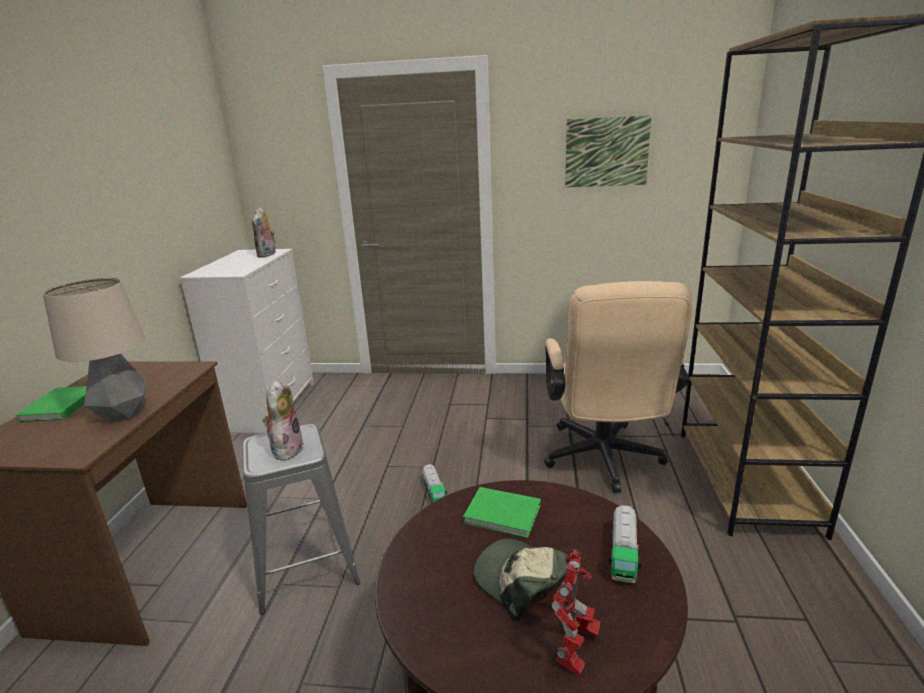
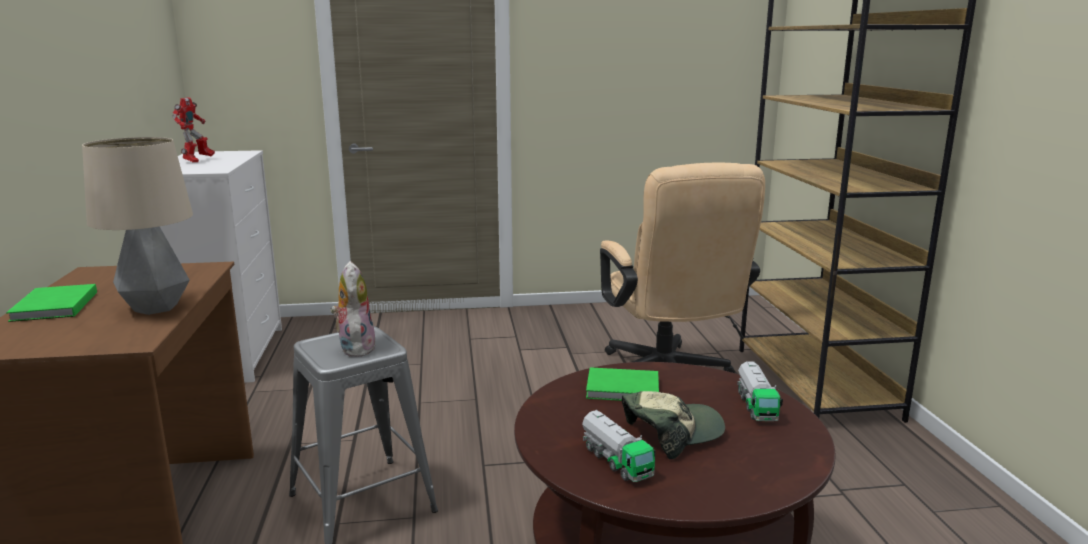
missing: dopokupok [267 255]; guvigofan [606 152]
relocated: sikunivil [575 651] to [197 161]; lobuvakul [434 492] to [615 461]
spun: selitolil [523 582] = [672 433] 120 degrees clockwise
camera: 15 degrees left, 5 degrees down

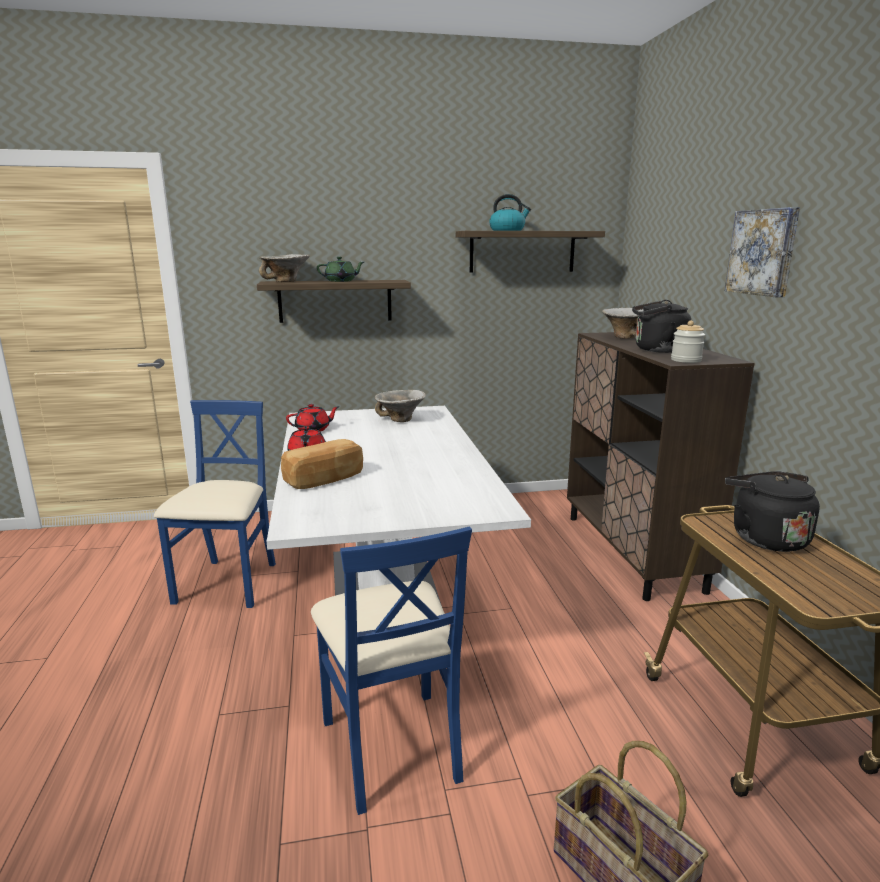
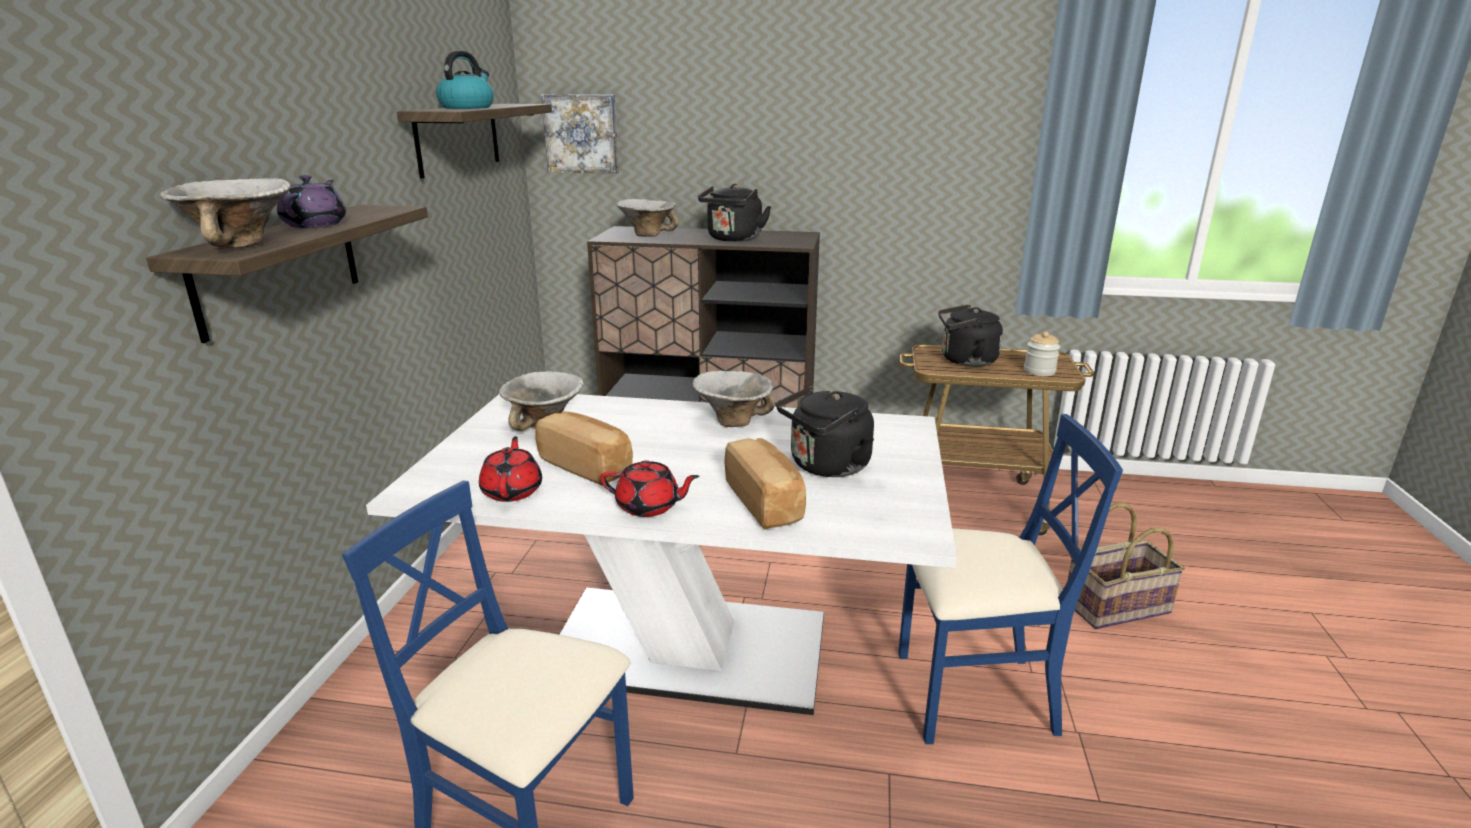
appeared: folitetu [586 466]; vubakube [733 421]; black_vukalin [826 467]
relocated: guvigofan [763 252] to [582 133]; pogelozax [686 360] to [1039 371]
colour: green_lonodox [341 281] to purple_lonodox [316 224]
camera: 70 degrees left, 5 degrees up

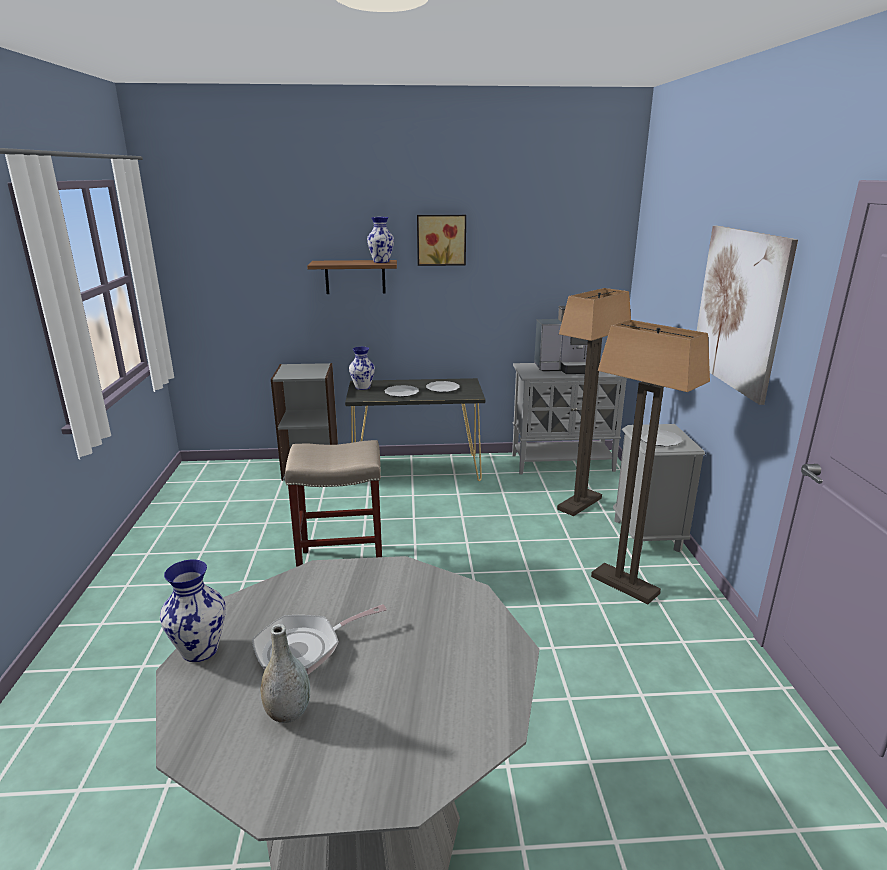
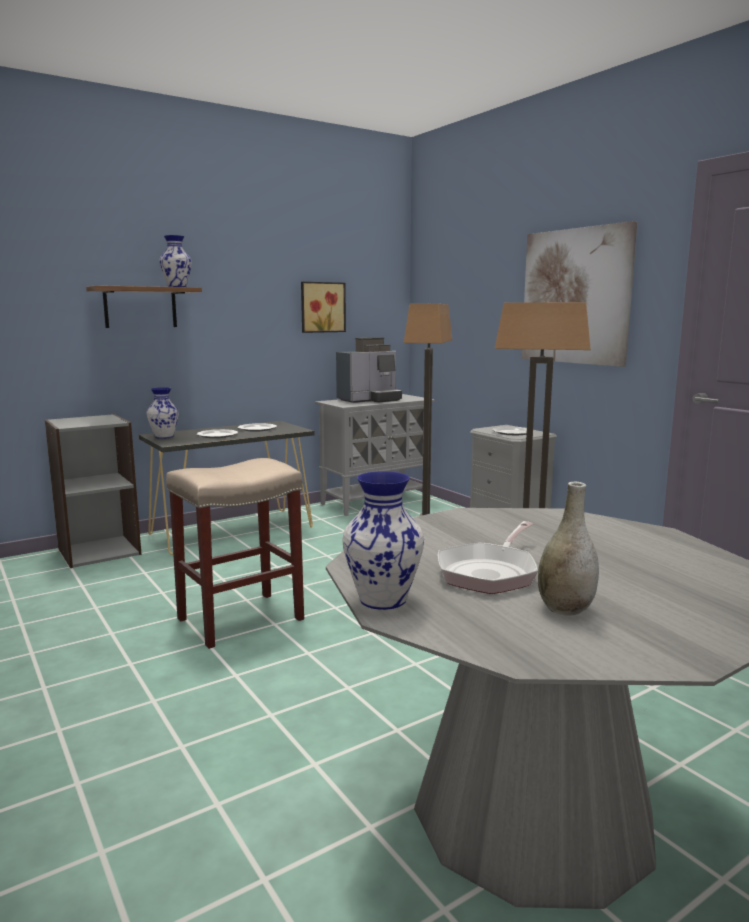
relocated: guvigofan [441 240] to [322 307]
camera: 30 degrees left, 10 degrees down

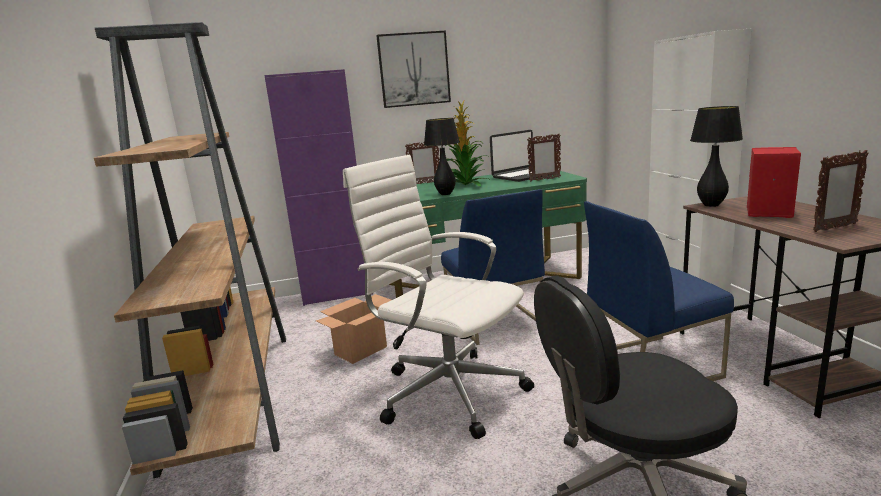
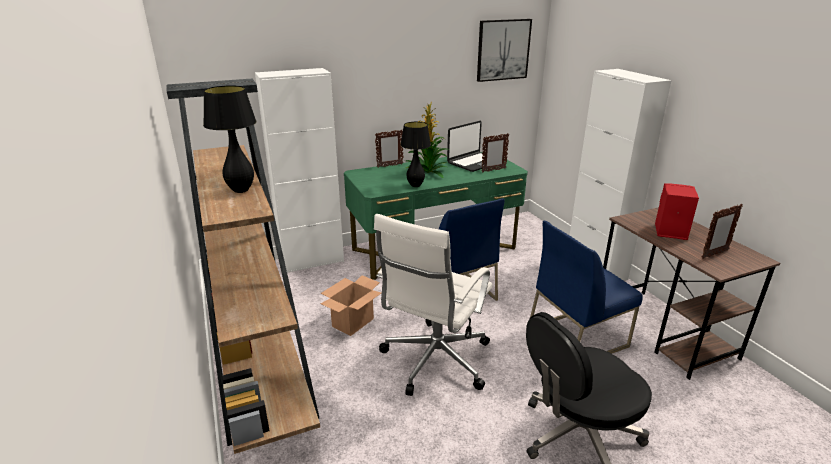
relocated: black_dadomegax [711 205] to [241 190]; guvigofan [414 69] to [503 50]
colour: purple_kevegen [337 294] to white_kevegen [312 261]
spun: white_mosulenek [448 391] = [434 361] 90 degrees counterclockwise
camera: 10 degrees left, 10 degrees up

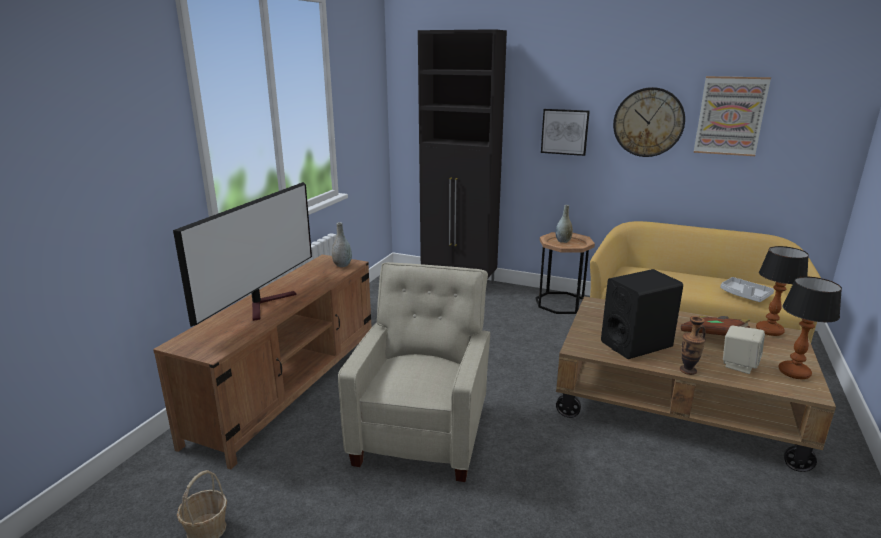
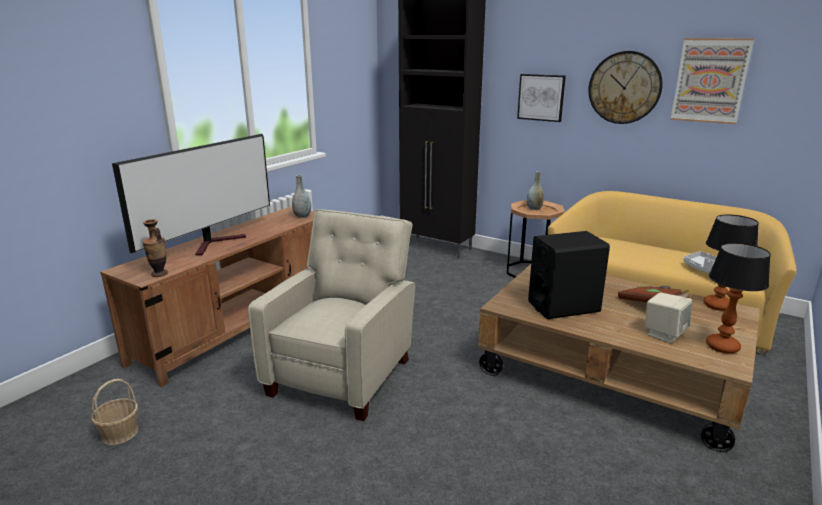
relocated: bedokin [687 370] to [159 274]
camera: 10 degrees right, 0 degrees up

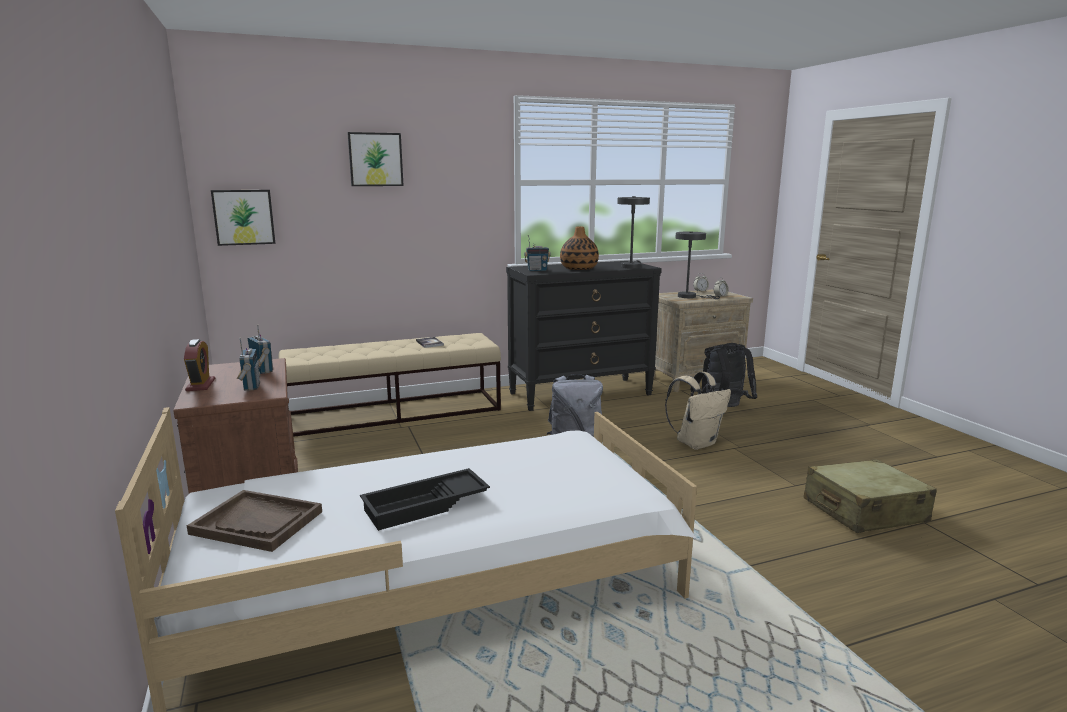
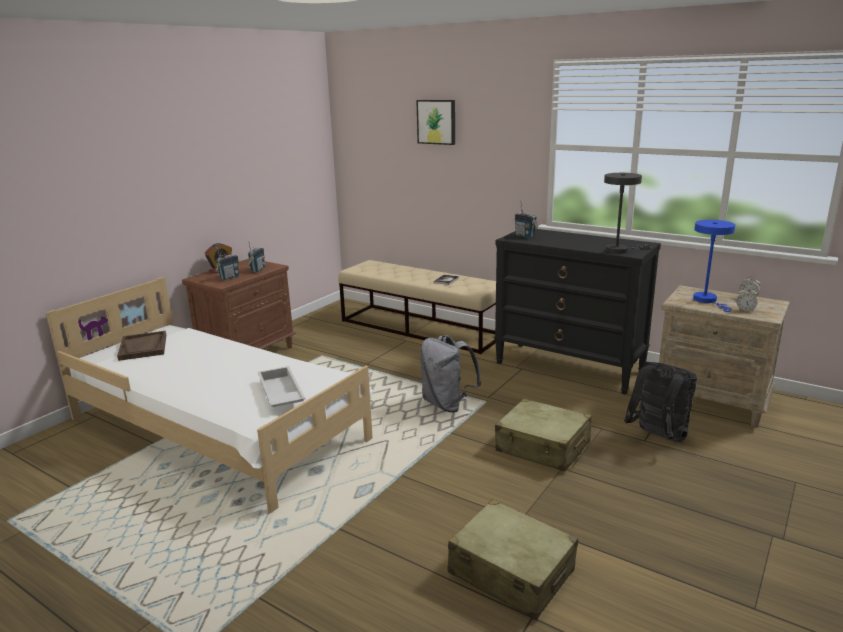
missing: guvigofan [244 217]; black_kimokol [425 506]; bedokin [578 268]
appeared: white_kimokol [280 394]
exchanged: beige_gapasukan [696 443] to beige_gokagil [543 447]
colour: grey_dadomegax [690 296] to blue_dadomegax [707 300]
camera: 55 degrees right, 5 degrees up

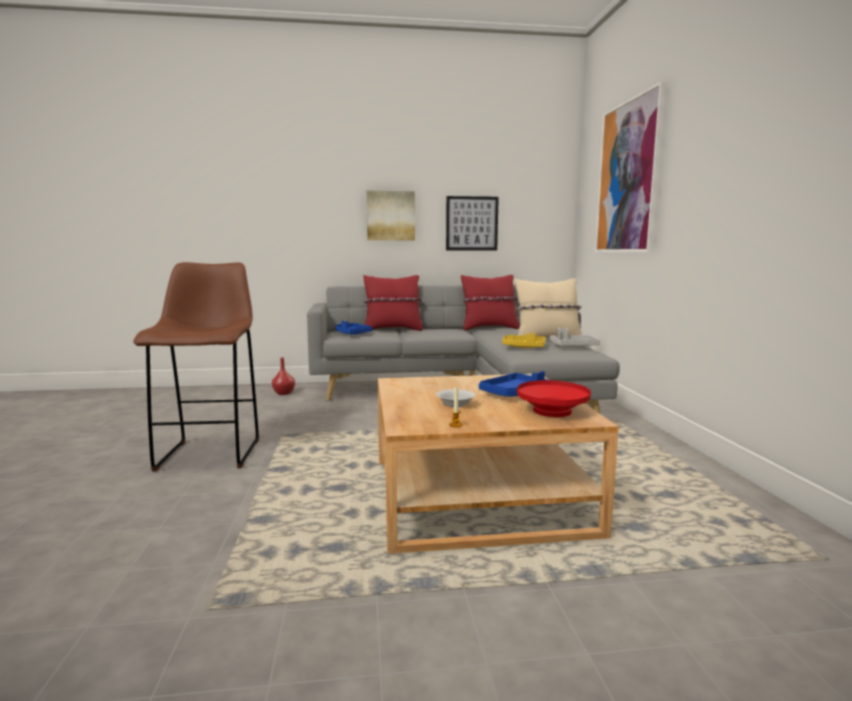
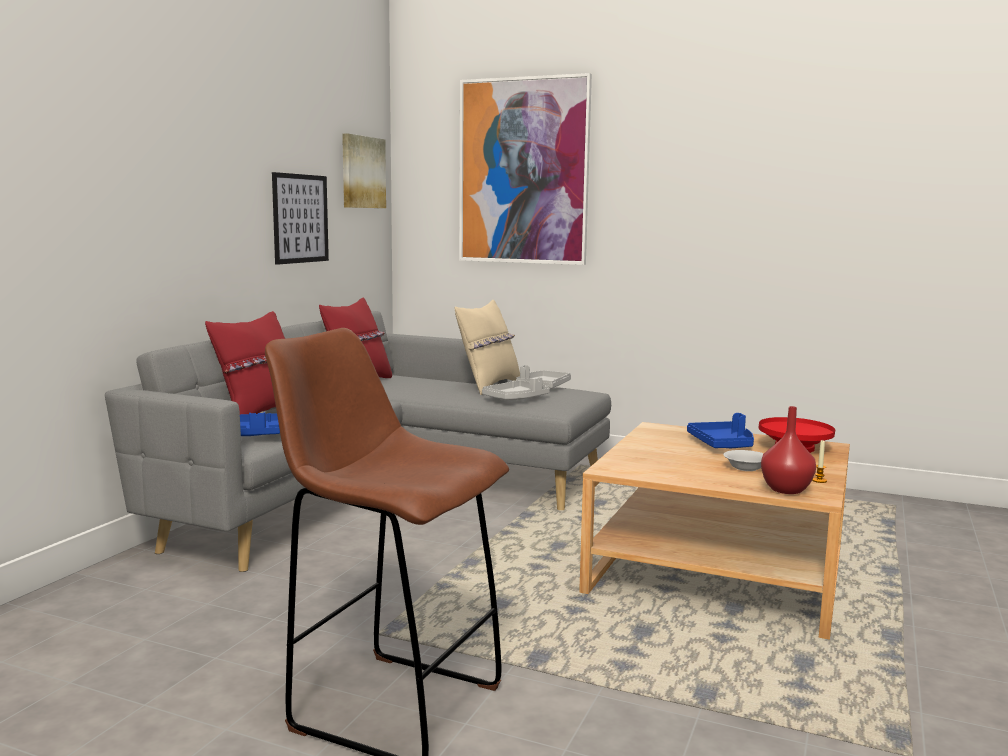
relocated: guvigofan [390 216] to [362 172]; red_bedokin [284 393] to [787 490]
colour: yellow_kimokol [524 347] to grey_kimokol [516 399]
camera: 60 degrees left, 0 degrees up

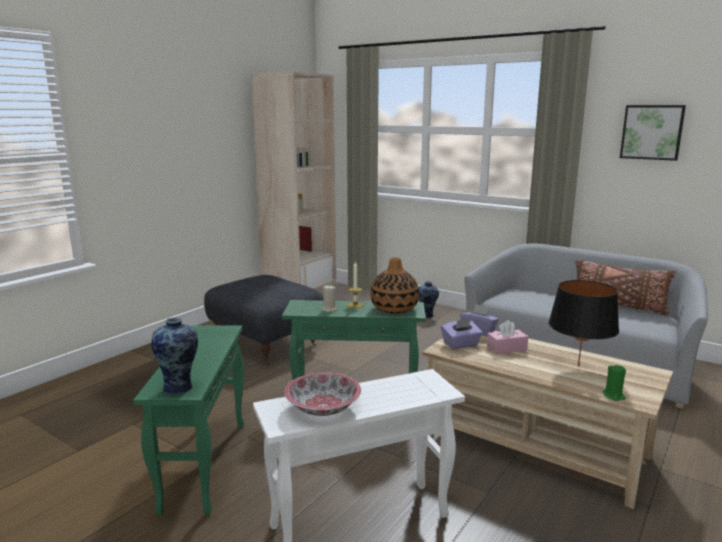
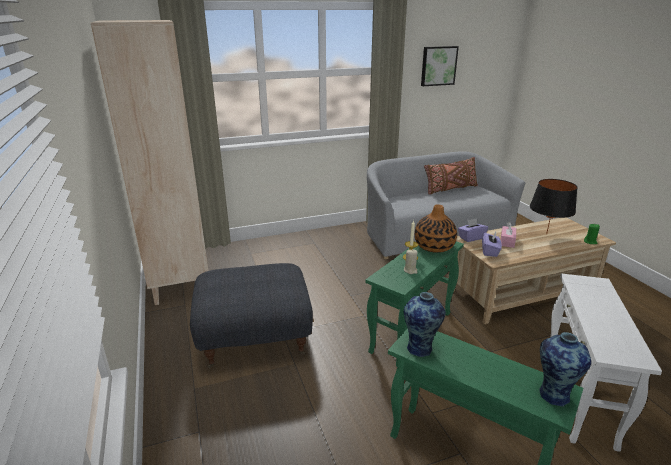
missing: vubakube [324 408]
relocated: bedokin [427 316] to [420 348]
camera: 55 degrees left, 10 degrees up

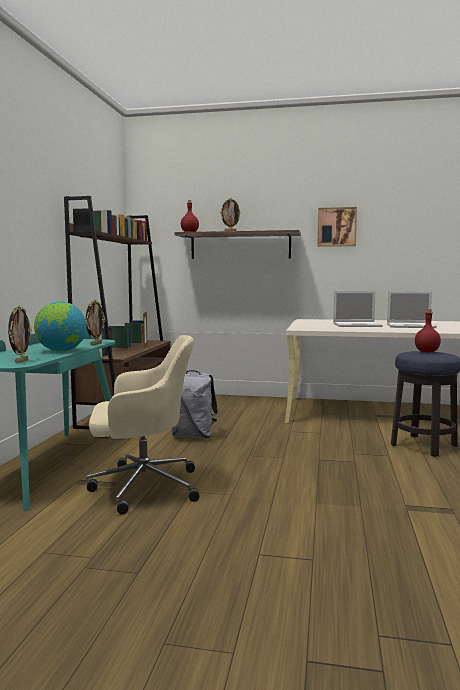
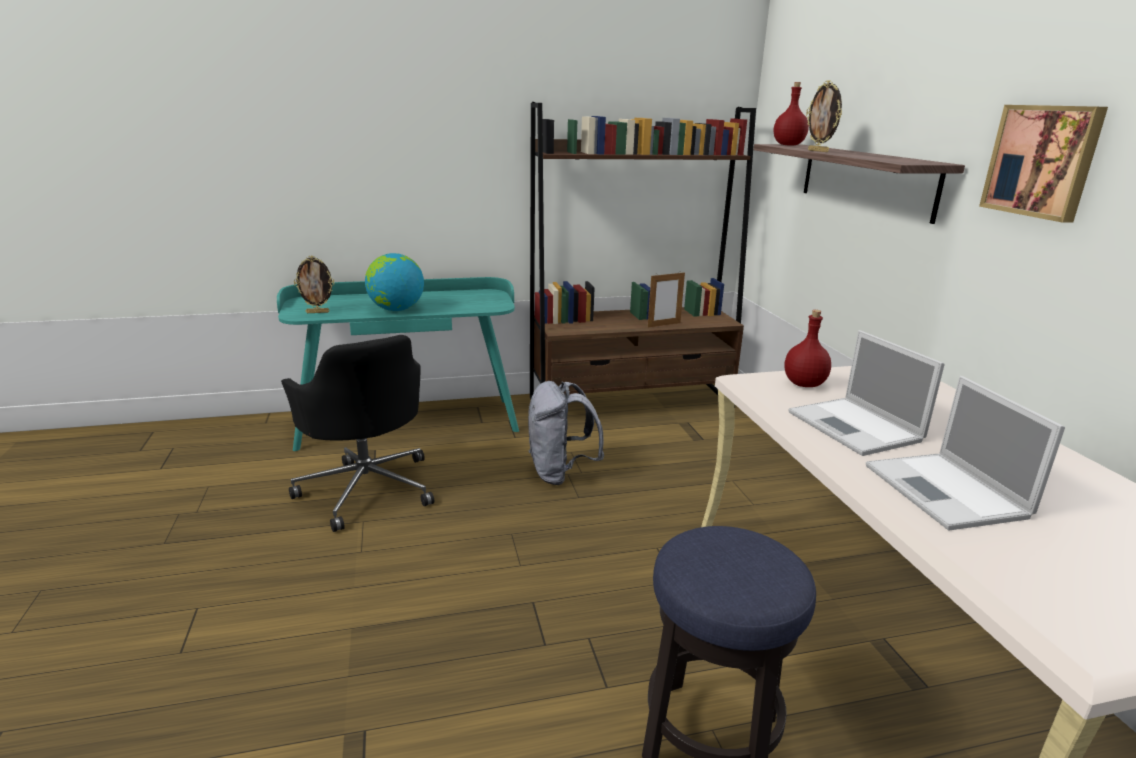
missing: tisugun [95 344]
relocated: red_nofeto [427 352] to [804 384]
colour: beige_mosulenek [142 486] to black_mosulenek [367 488]
camera: 65 degrees right, 15 degrees up

